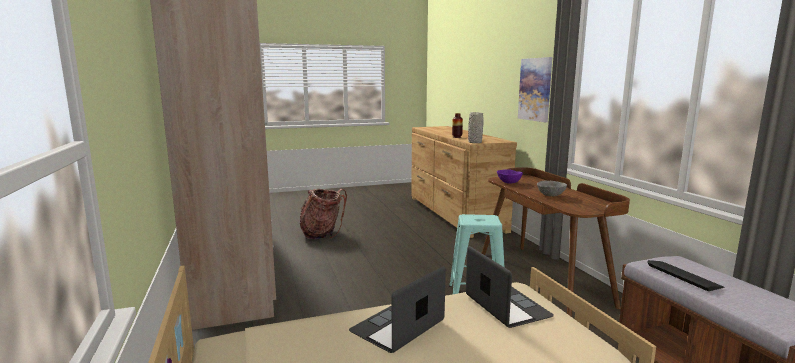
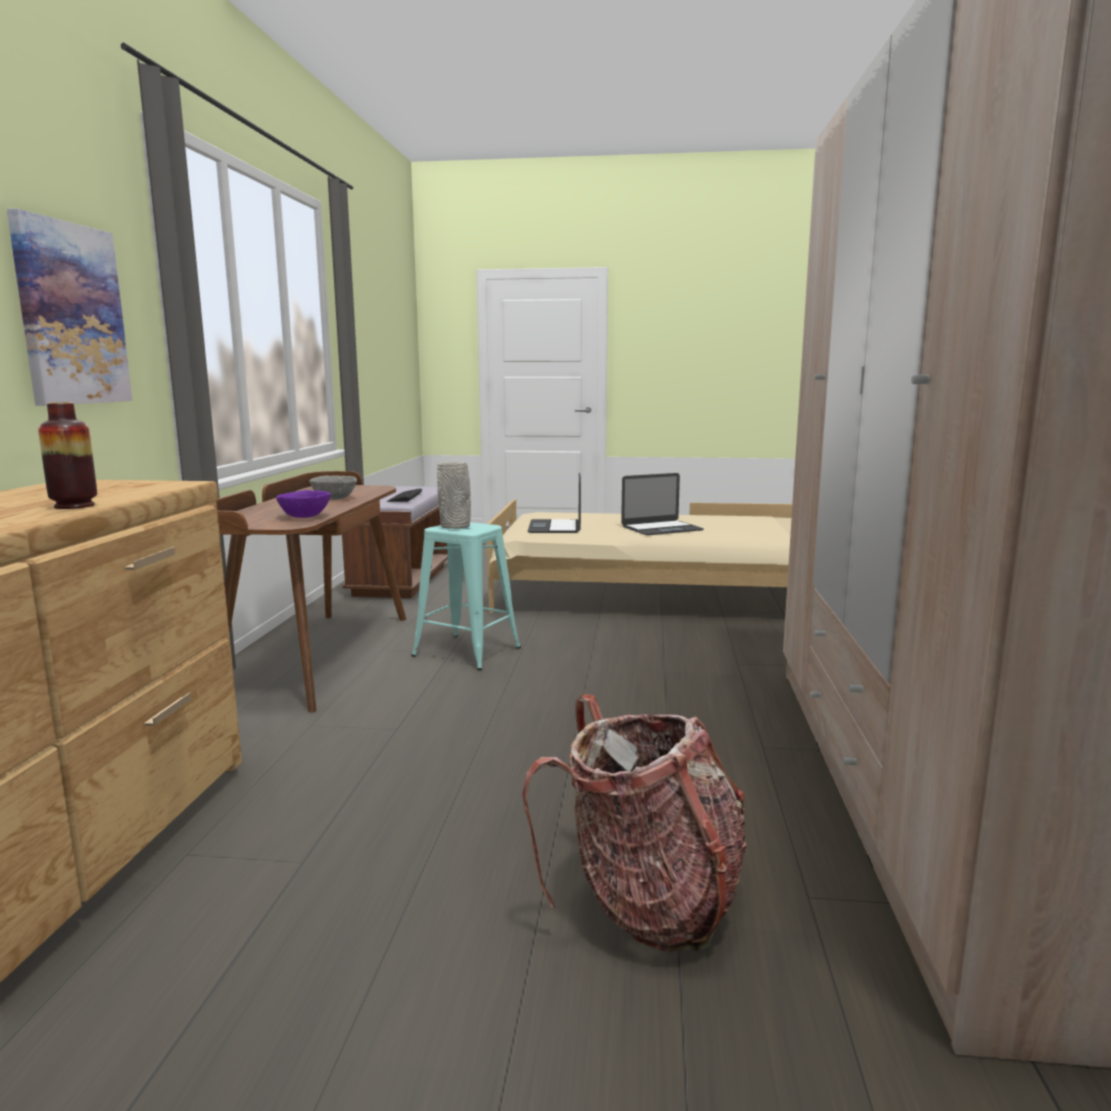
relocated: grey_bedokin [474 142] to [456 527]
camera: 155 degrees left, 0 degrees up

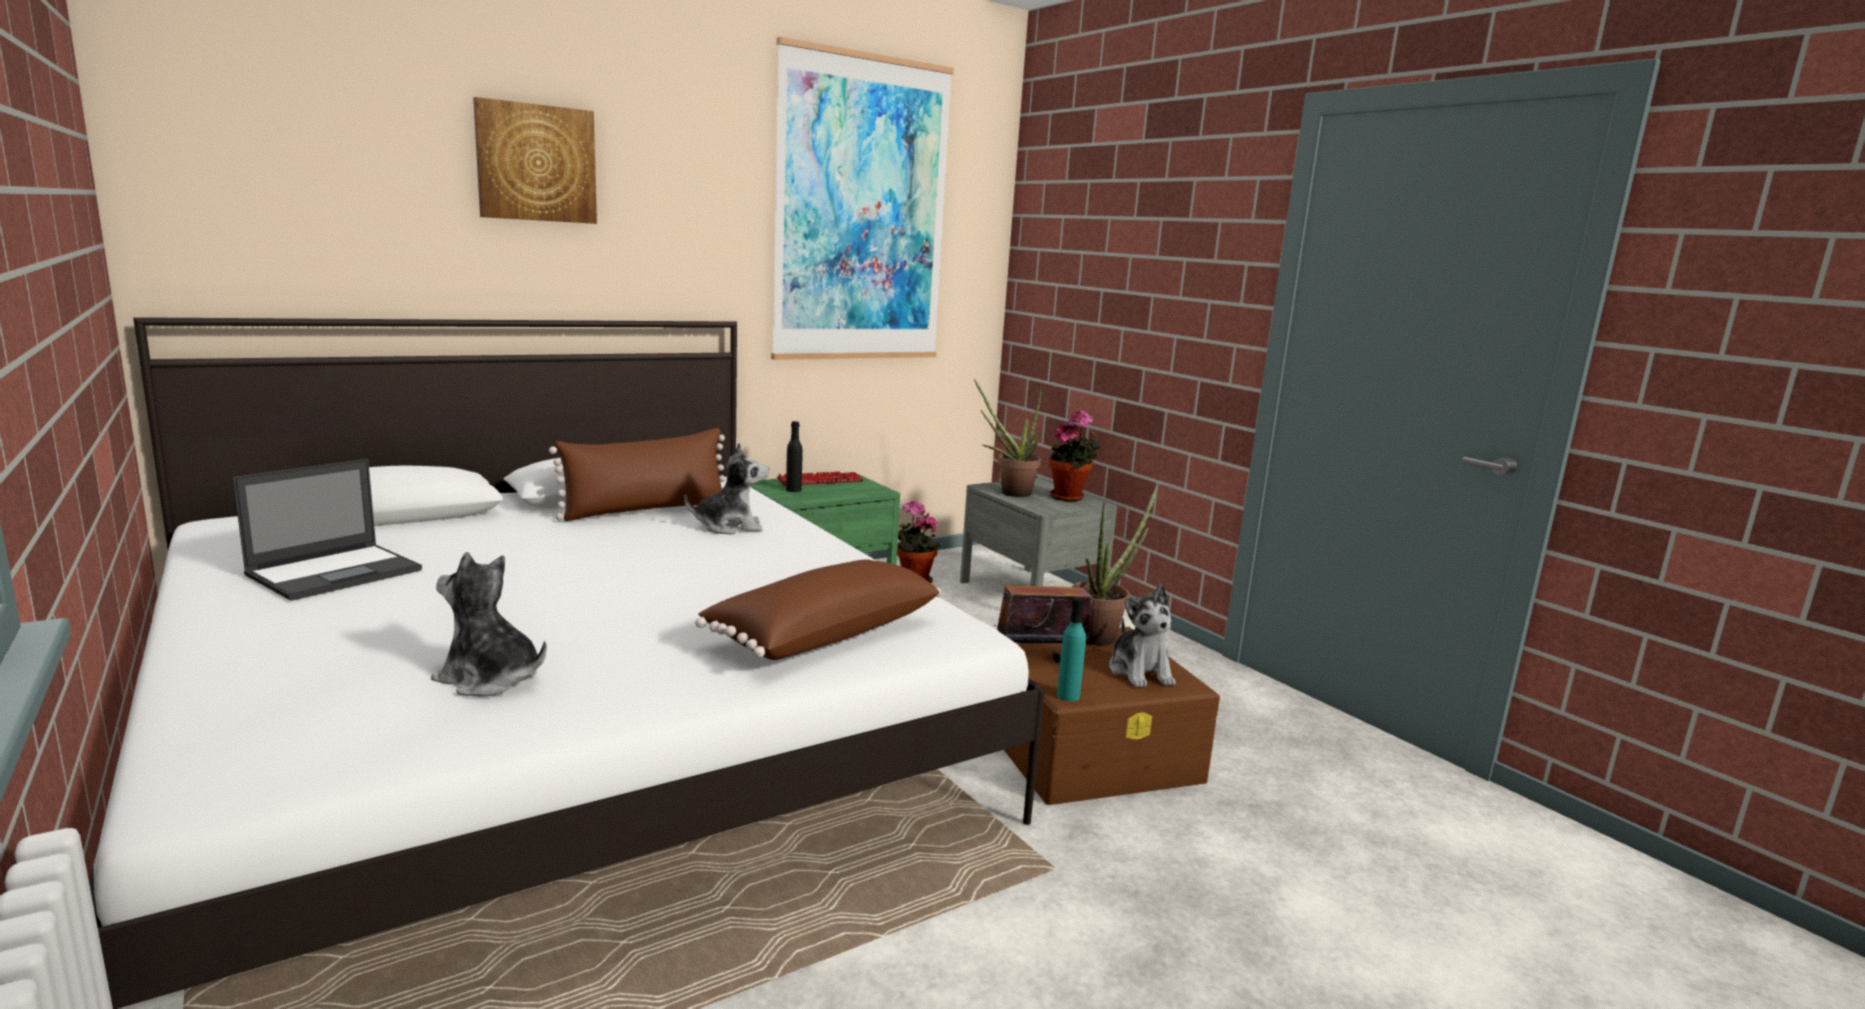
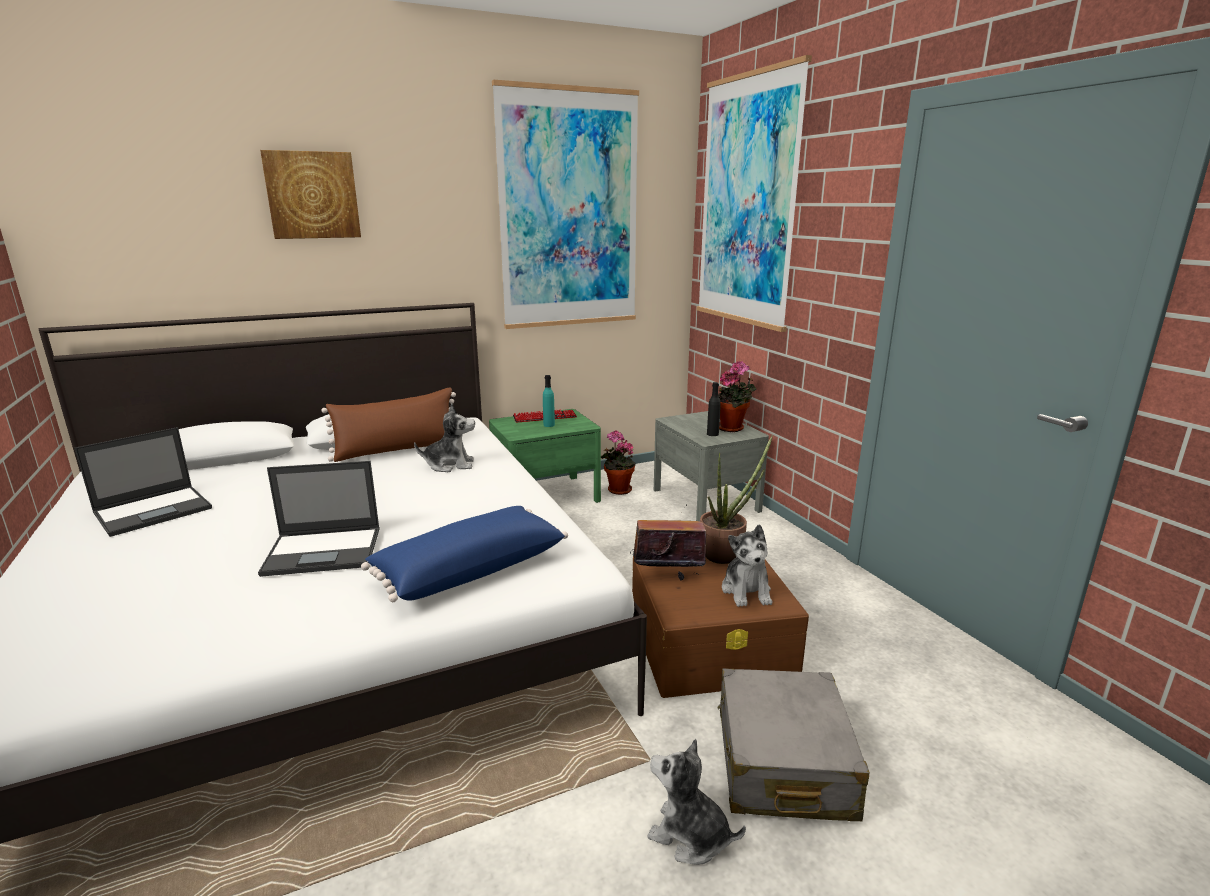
missing: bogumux [1009 492]
appeared: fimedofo [325 551]; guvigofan [747 202]; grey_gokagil [782 762]
relocated: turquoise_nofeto [1068 696] to [549 425]; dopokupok [490 679] to [689 836]; black_nofeto [793 490] to [712 434]
colour: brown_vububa [822 633] to blue_vububa [469 569]
camera: 10 degrees right, 5 degrees up

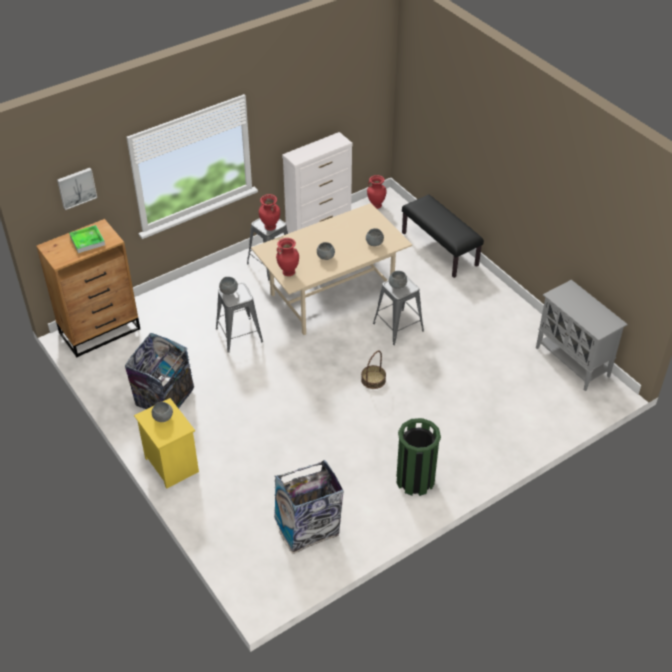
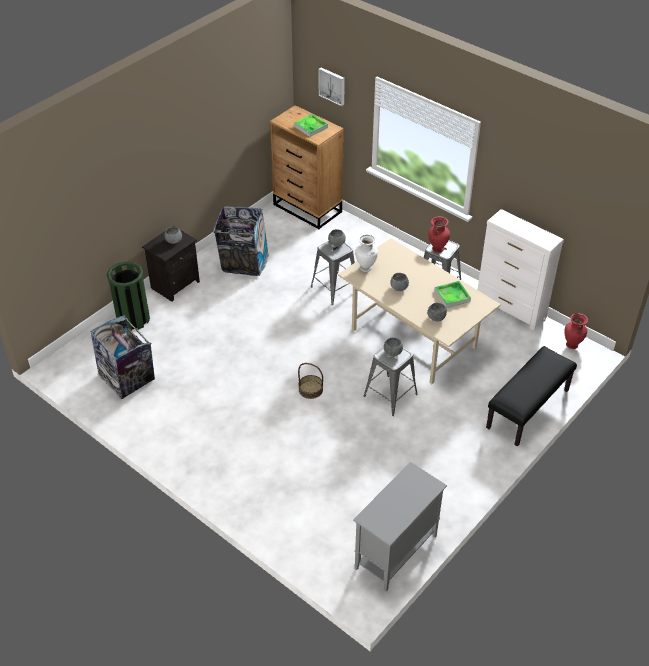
appeared: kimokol [452 296]
relocated: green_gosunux [415 480] to [133 319]
colour: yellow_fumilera [170 464] to black_fumilera [175 284]; red_bedokin [288 272] to white_bedokin [366 268]
camera: 75 degrees right, 0 degrees up

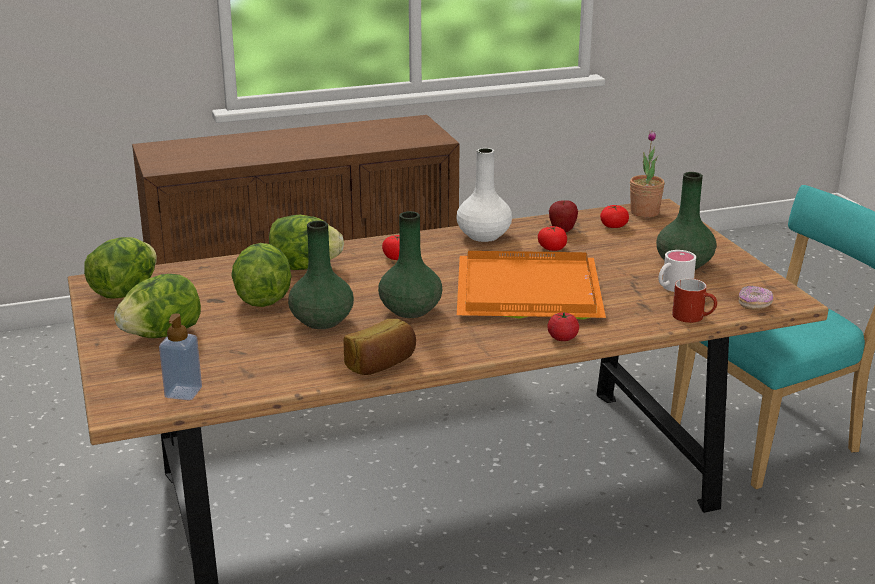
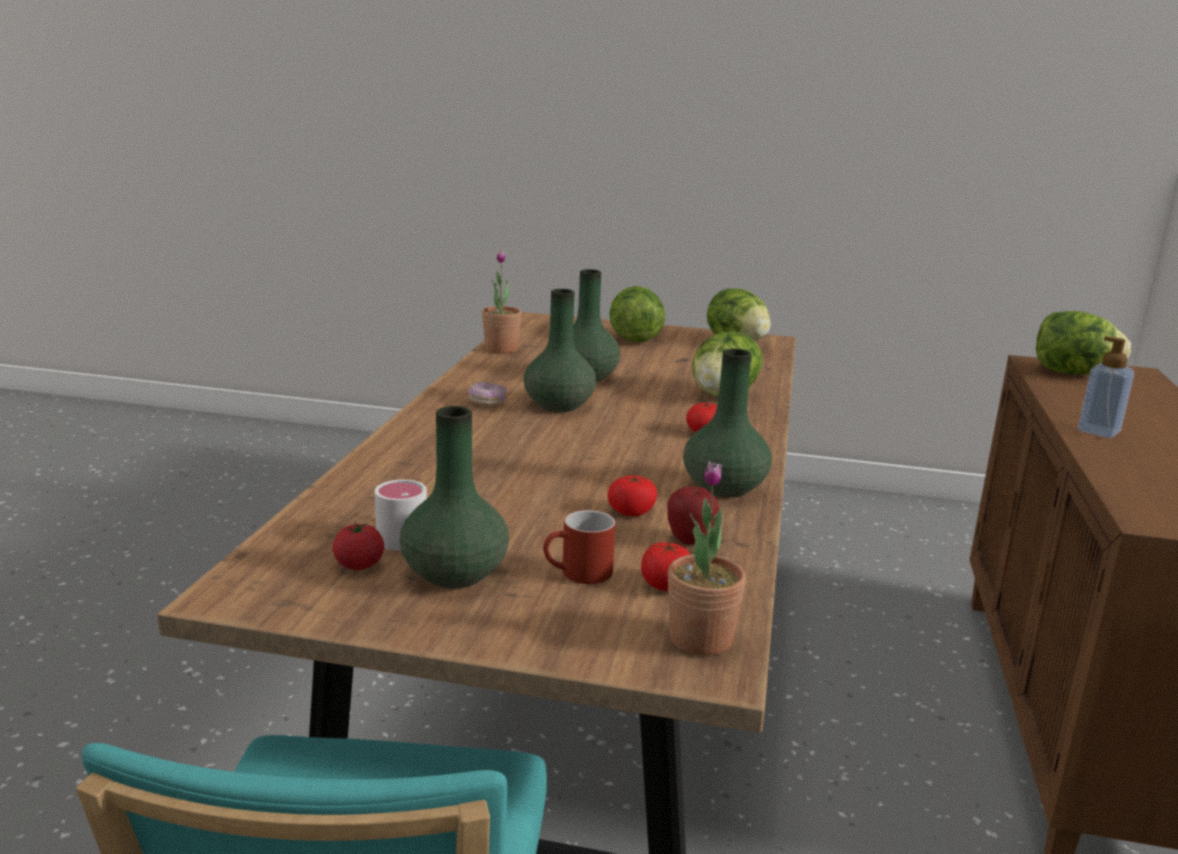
missing: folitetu [381 364]; orange_kimokol [531 292]
appeared: bogumux [501 349]
relocated: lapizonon [562 338] to [359 565]; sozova [754 305] to [487 403]; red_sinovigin [694 317] to [578 574]; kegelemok [263 299] to [1072 373]; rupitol [183 392] to [1098 431]
colour: white_bedokin [484 236] to green_bedokin [723 488]
camera: 120 degrees right, 5 degrees down

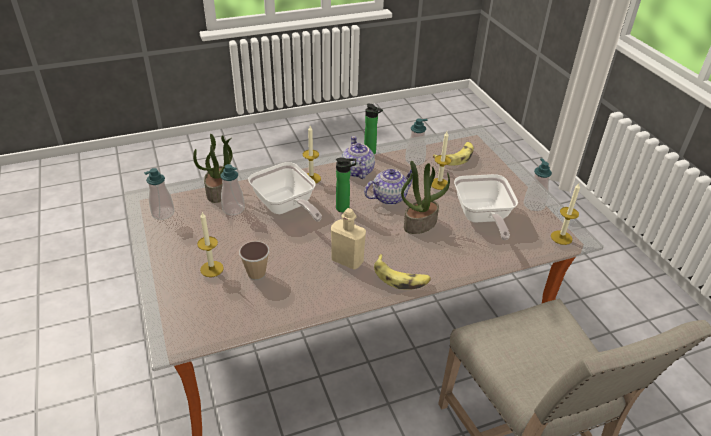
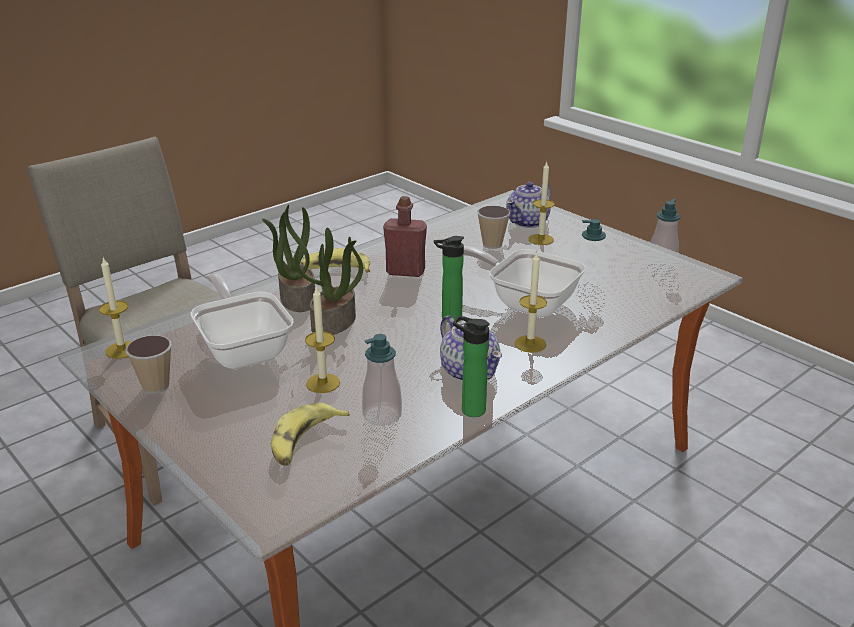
relocated: bogumux [219 191] to [296 299]; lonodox [389 197] to [528 222]
exchanged: rupitol [534 205] to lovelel [156 386]
colour: beige_nofeto [347 260] to red_nofeto [405 271]
camera: 160 degrees right, 10 degrees down

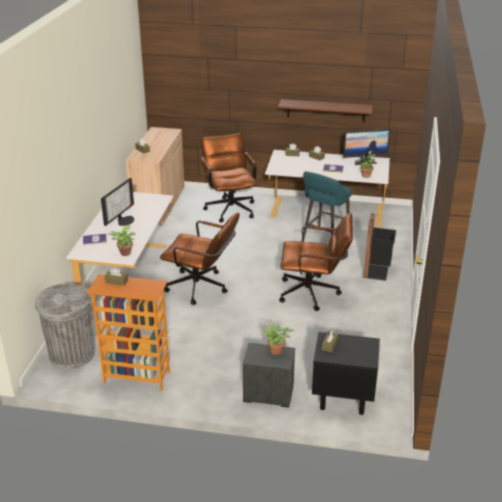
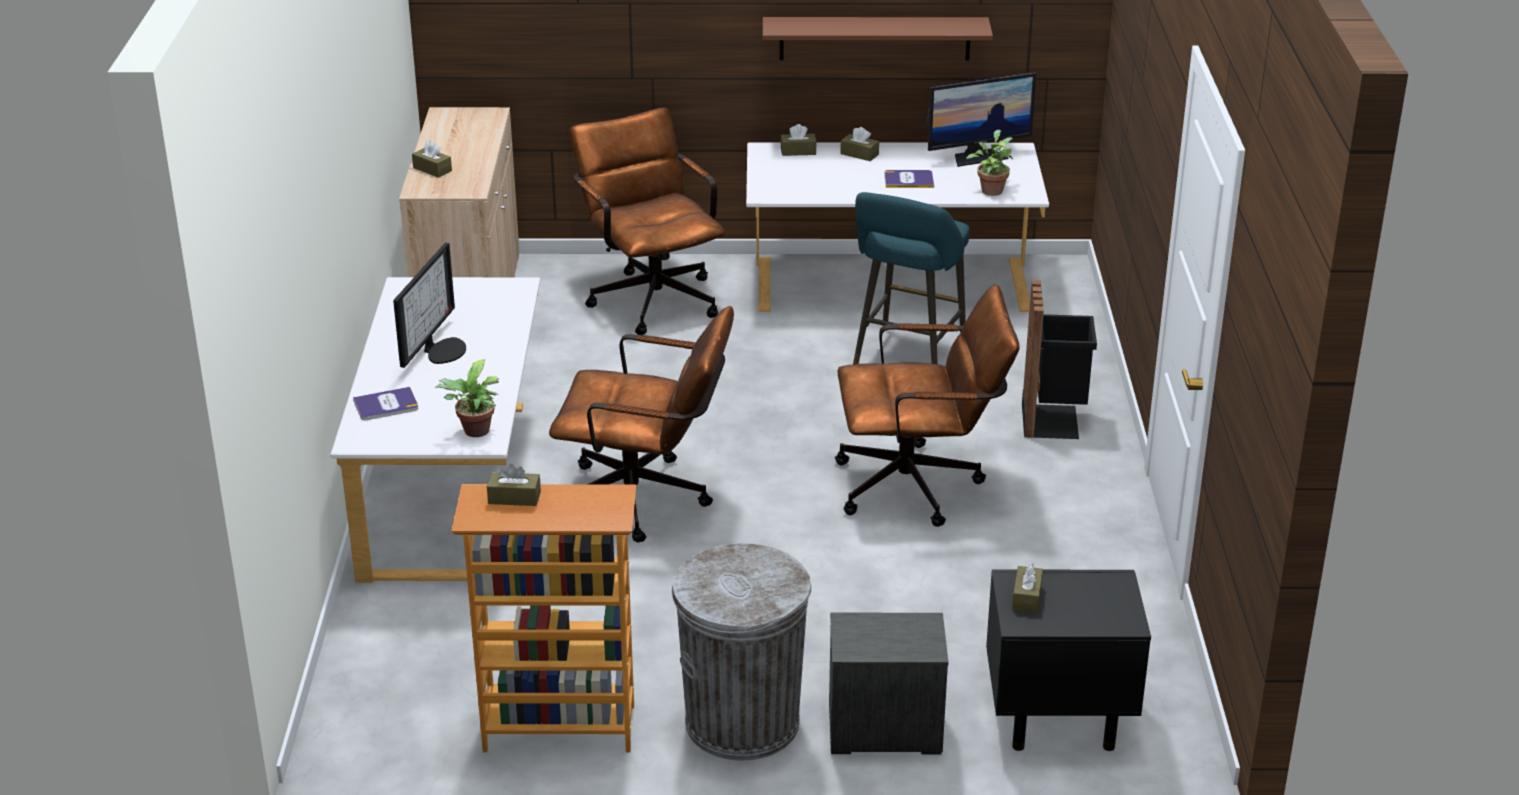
missing: bogumux [277 351]
relocated: grey_gosunux [71 354] to [742 722]
camera: 10 degrees left, 0 degrees up

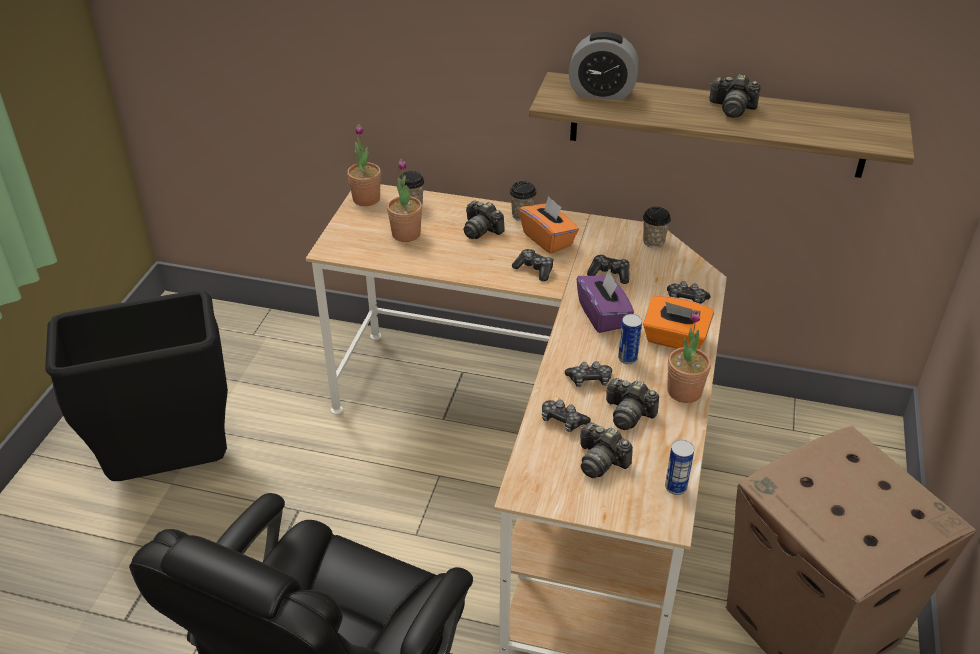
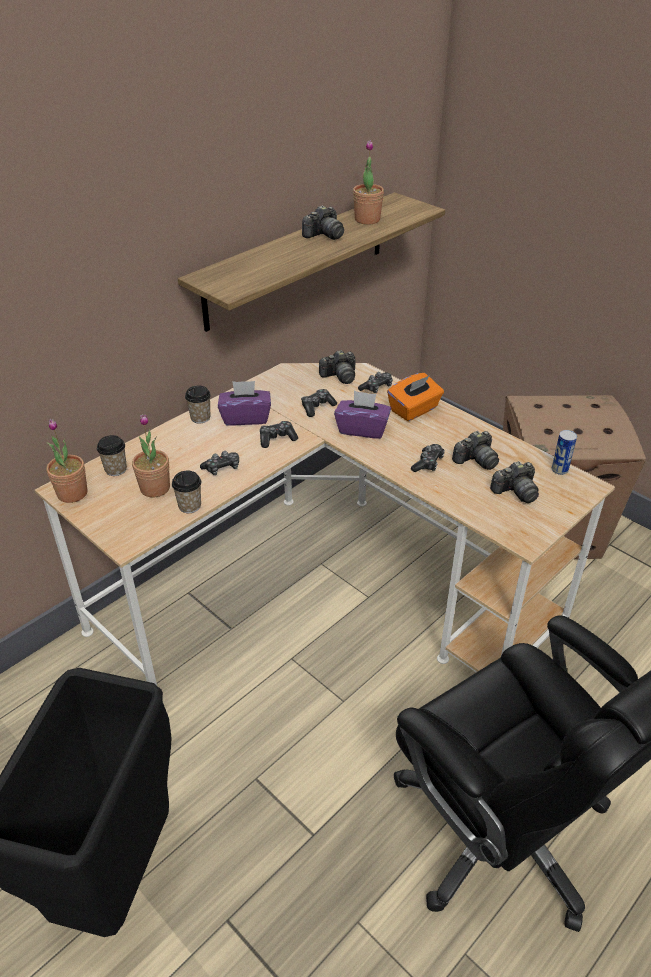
missing: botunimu [601 93]; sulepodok [627 358]
relocated: lovelel [653 242] to [190 506]; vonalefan [562 420] to [222 468]; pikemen [481 230] to [339 376]; bogumux [684 391] to [367 220]
colour: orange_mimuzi [548 239] to purple_mimuzi [246 417]
camera: 60 degrees left, 0 degrees up

